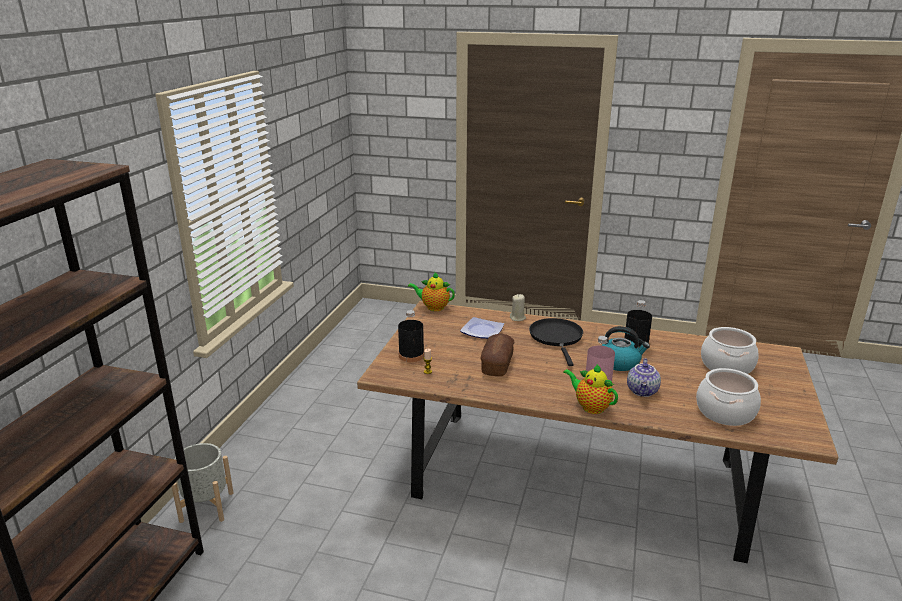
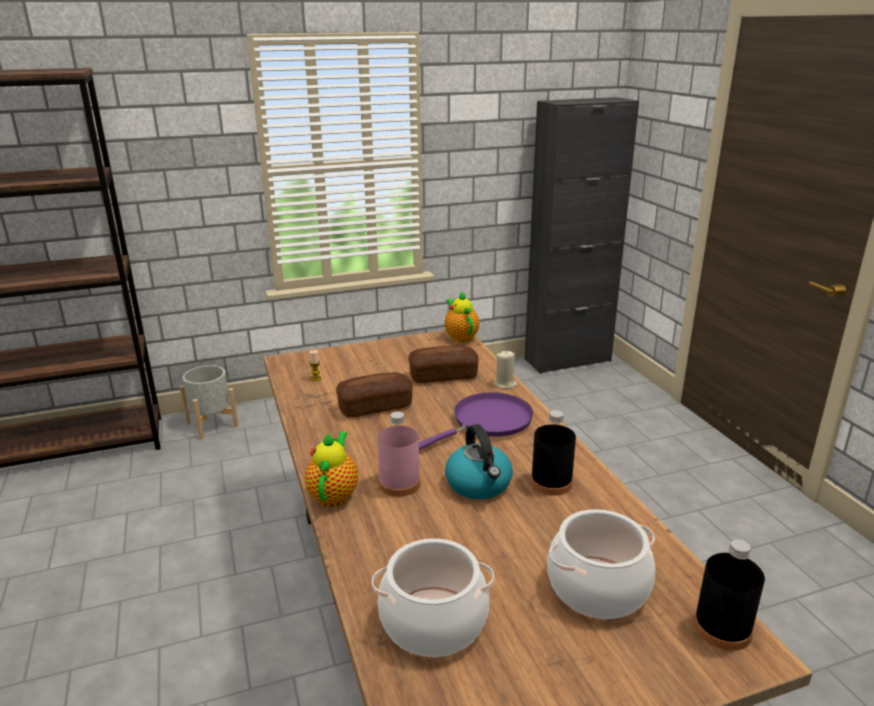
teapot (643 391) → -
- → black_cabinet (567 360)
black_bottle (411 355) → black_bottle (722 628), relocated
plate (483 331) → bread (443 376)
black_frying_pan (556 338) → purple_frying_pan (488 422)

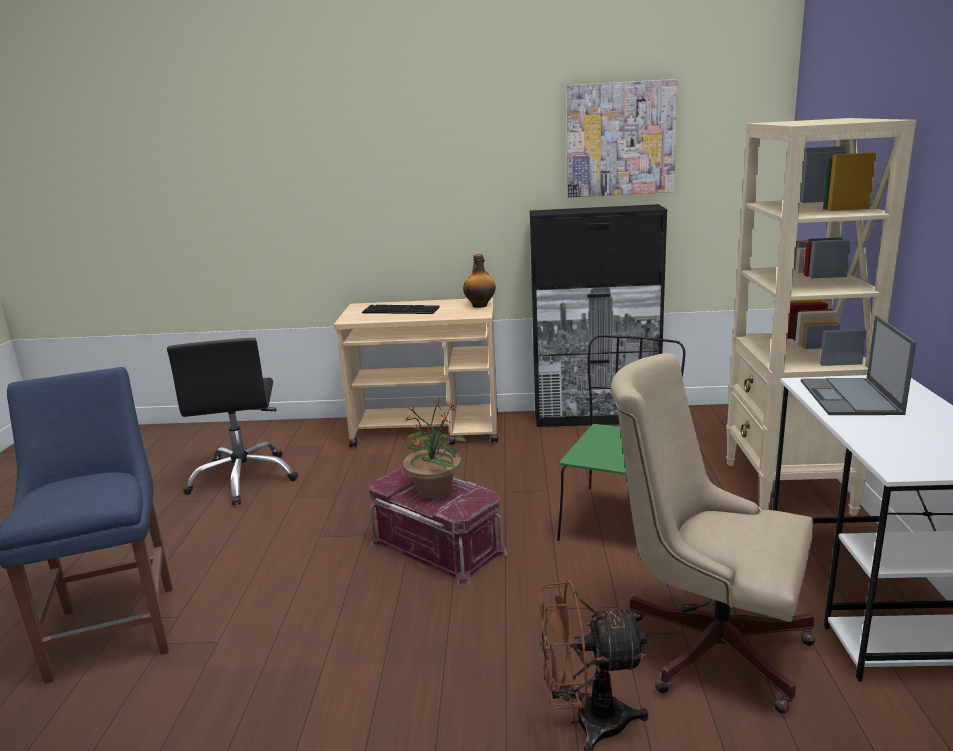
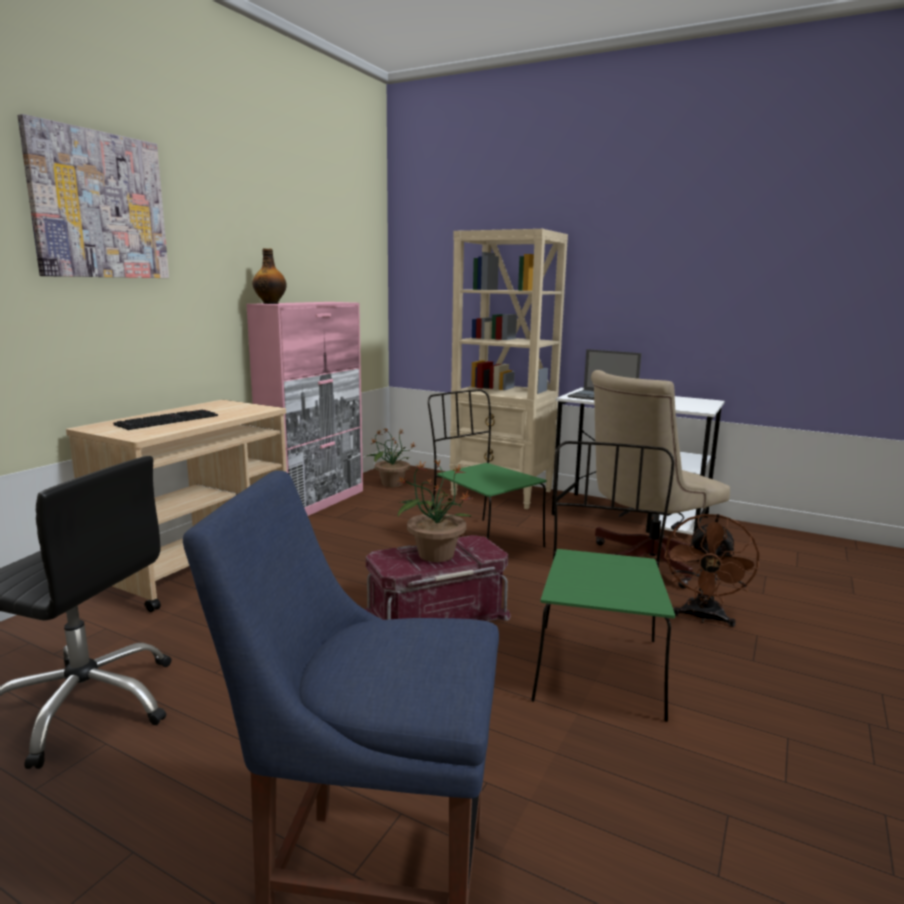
- → potted_plant (391 483)
- → green_chair (597 667)
bottle (480 305) → bottle (271 303), relocated
picture (620 139) → picture (99 206), relocated
black_cabinet (596 417) → pink_cabinet (315 503)

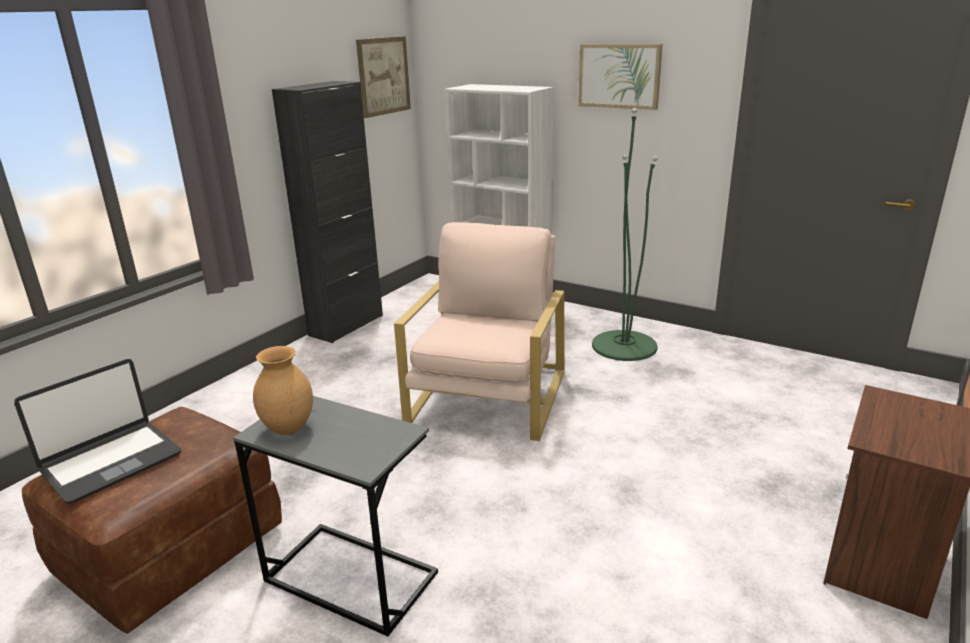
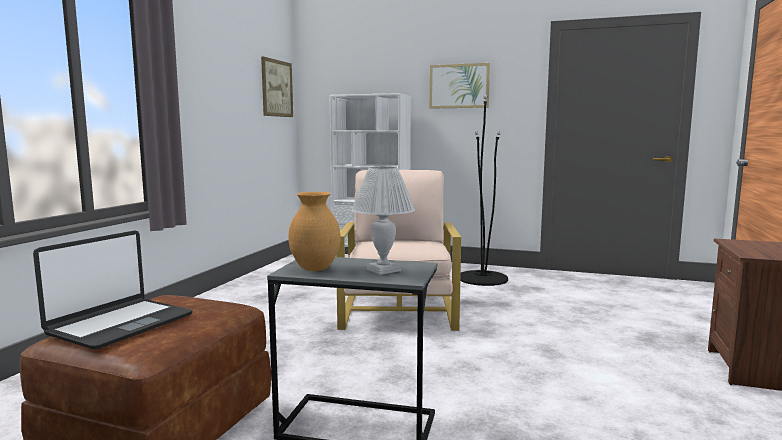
black_cabinet (346 325) → -
- → white_table_lamp (384 270)
green_floor_lamp (624 346) → black_floor_lamp (482 278)

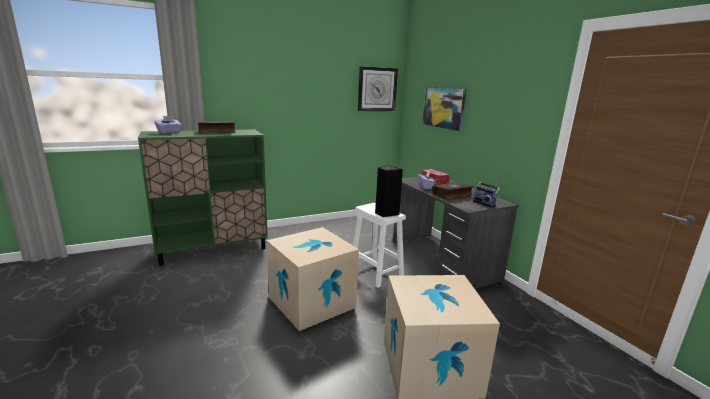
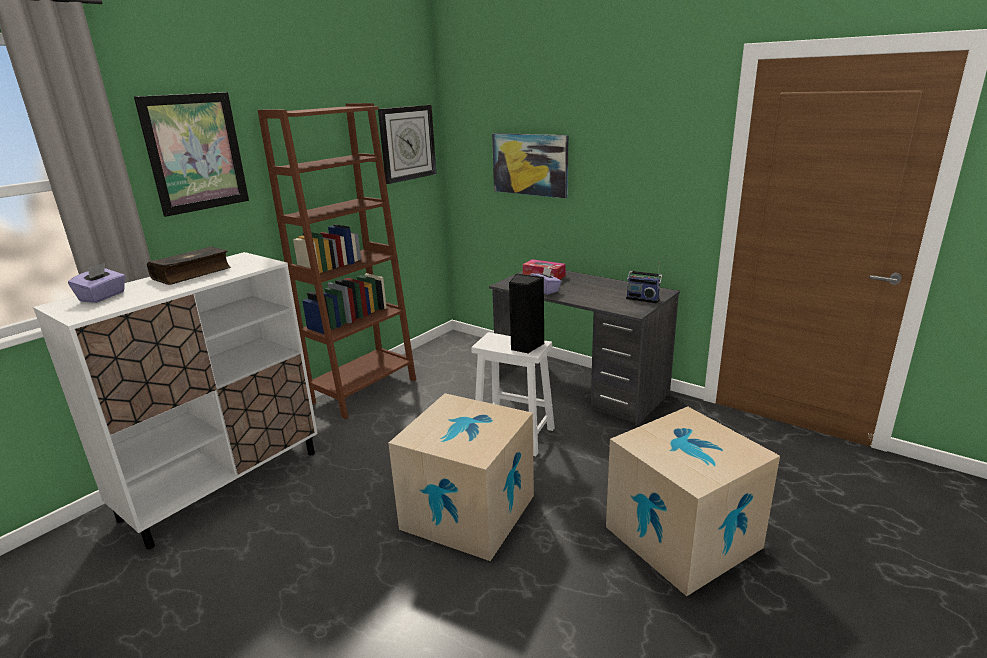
book (452 195) → -
- → picture (195 153)
- → brown_bookcase (364 391)
green_cabinet (214 249) → white_cabinet (224 484)

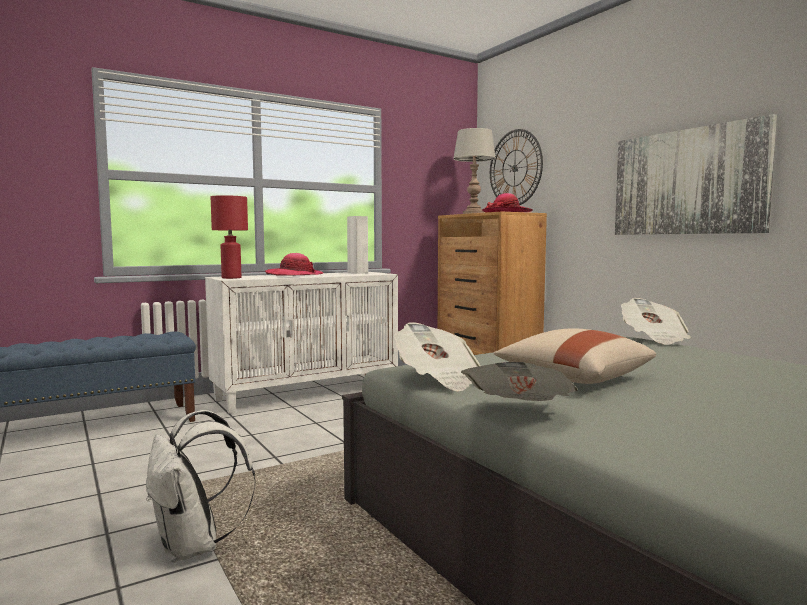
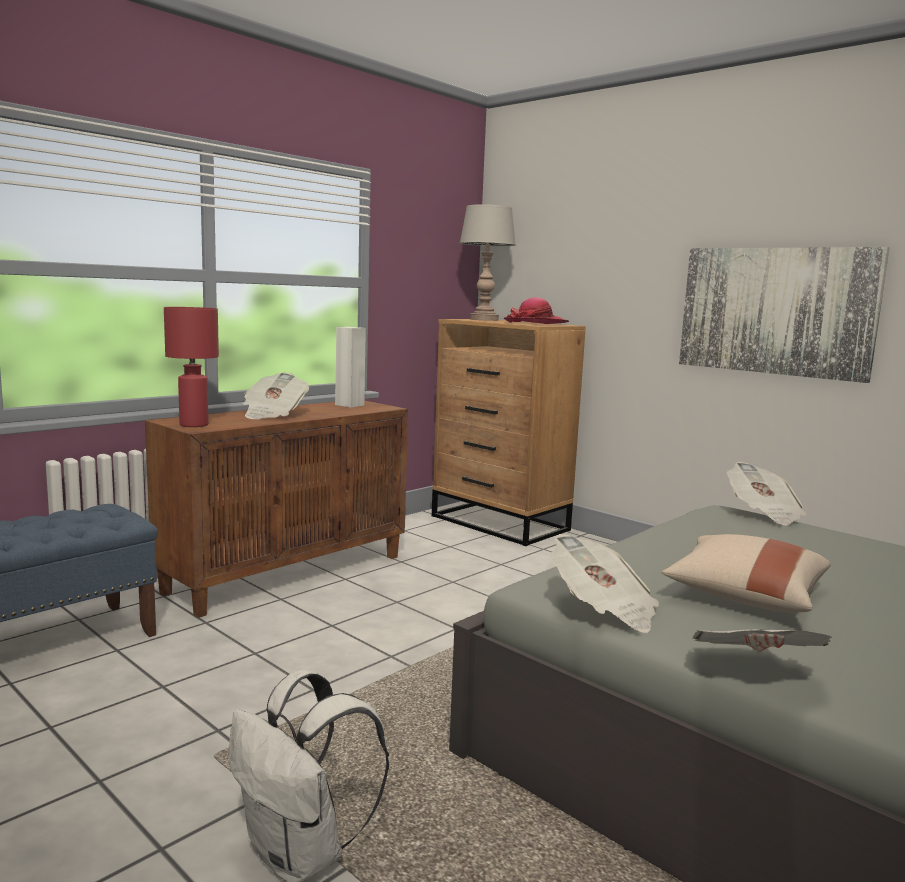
wall_clock (515 168) → -
hat (294 275) → newspaper (273 414)
white_cabinet (308 393) → brown_cabinet (288 573)

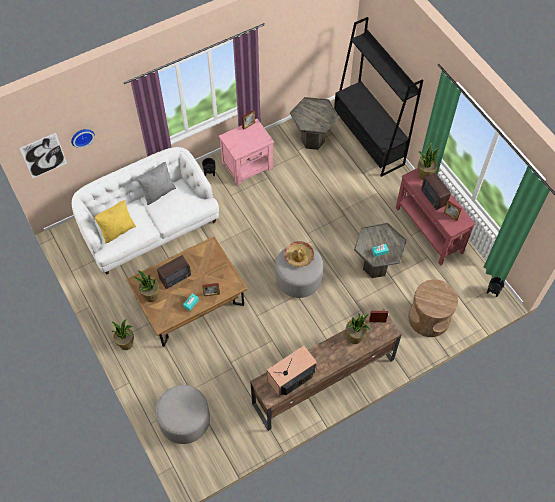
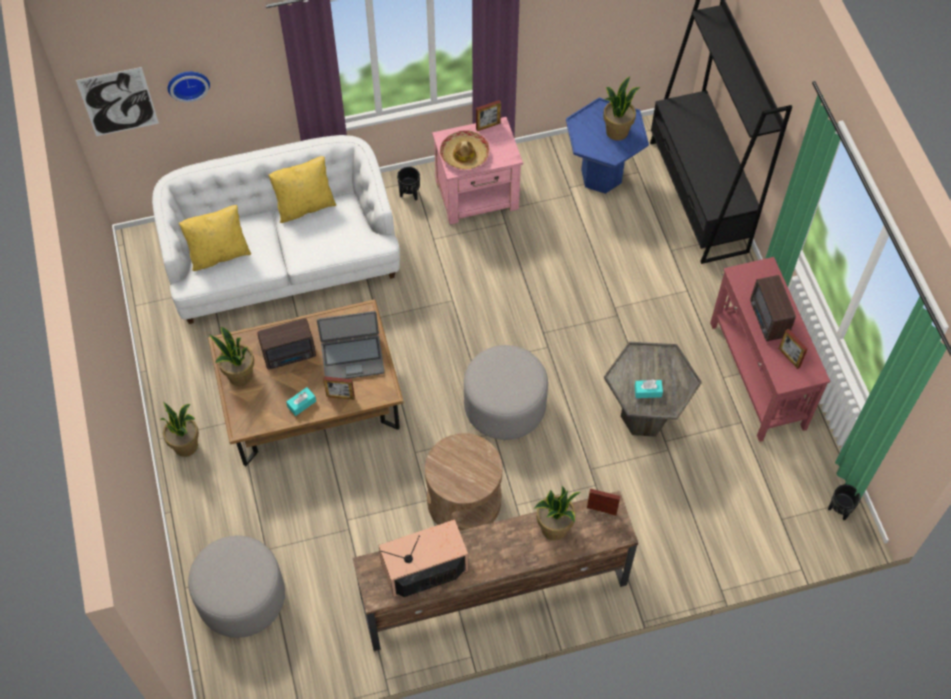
- → laptop (352 357)
hat (299 256) → hat (464 154), relocated
brown_side_table (429 318) → brown_side_table (464 501), relocated
potted_plant (424 175) → potted_plant (616 131), relocated
grey_pillow (158 192) → yellow_pillow (305 206)
grey_side_table (313 140) → blue_side_table (601 176)

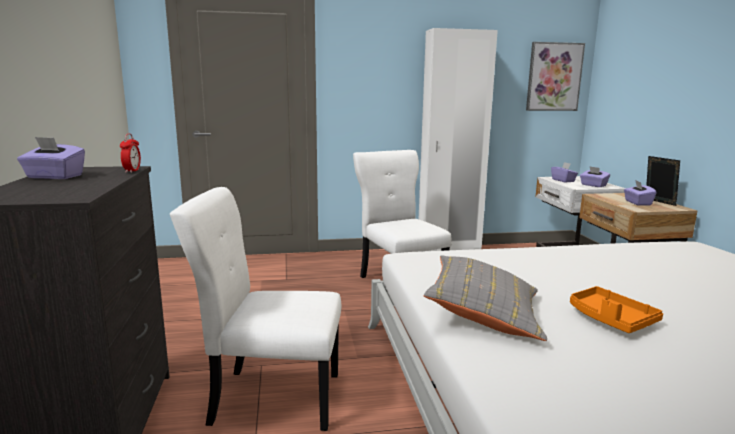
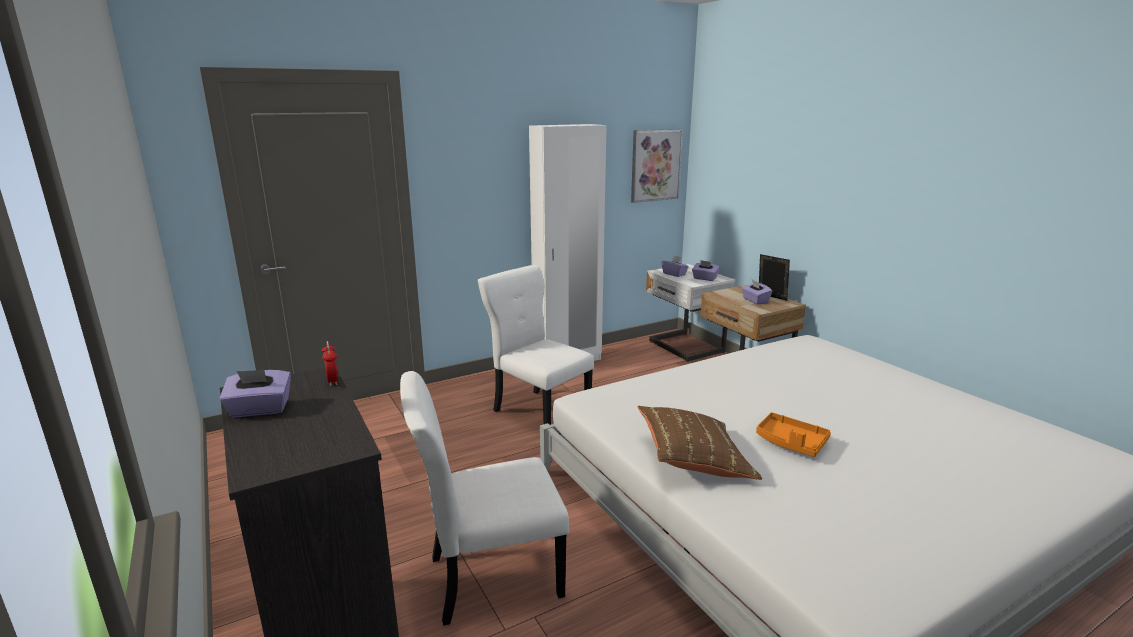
grey_pillow (483 315) → brown_pillow (693 460)

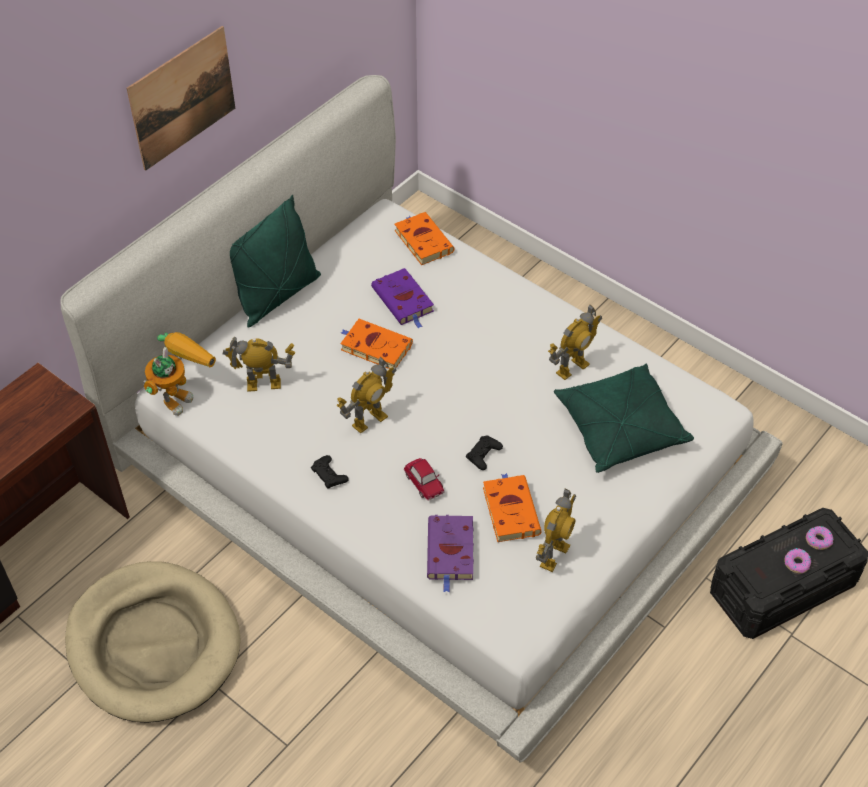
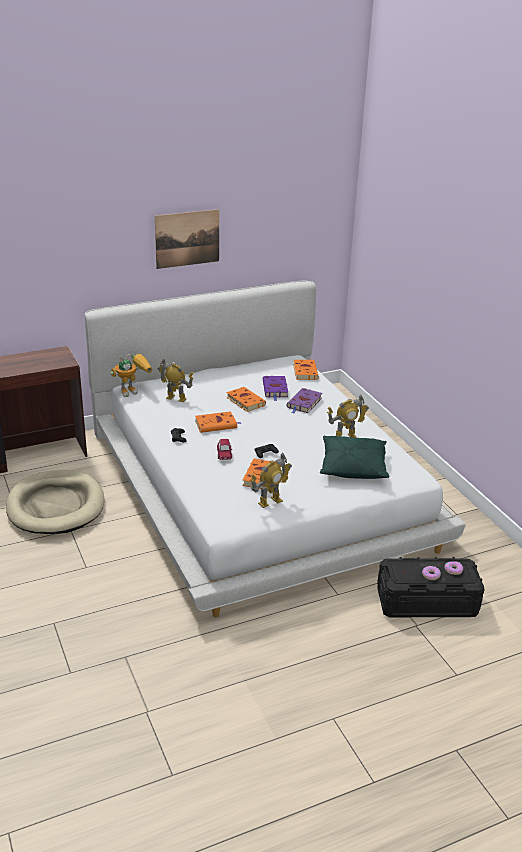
green_pillow (277 295) → -
purple_book (451 552) → purple_book (304 403), relocated
toy_robot (369 420) → orange_book (217 424)

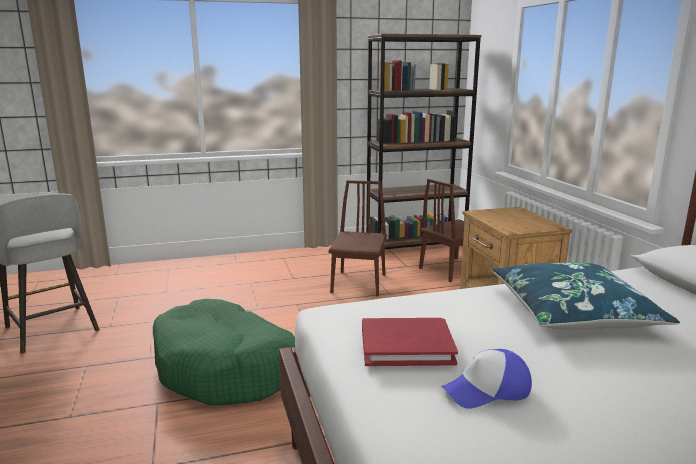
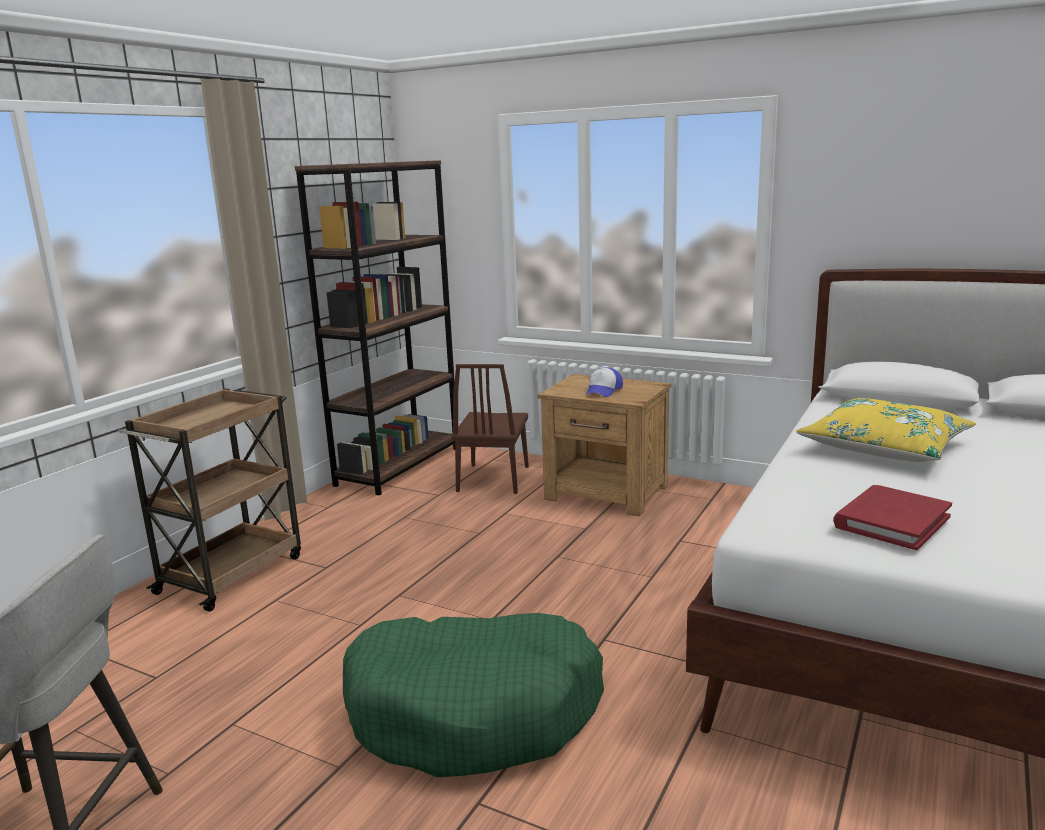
brown_chair (358 283) → -
- → brown_cart (232 573)
cap (487 390) → cap (603 391), relocated
blue_pillow (573 312) → yellow_pillow (884 447)

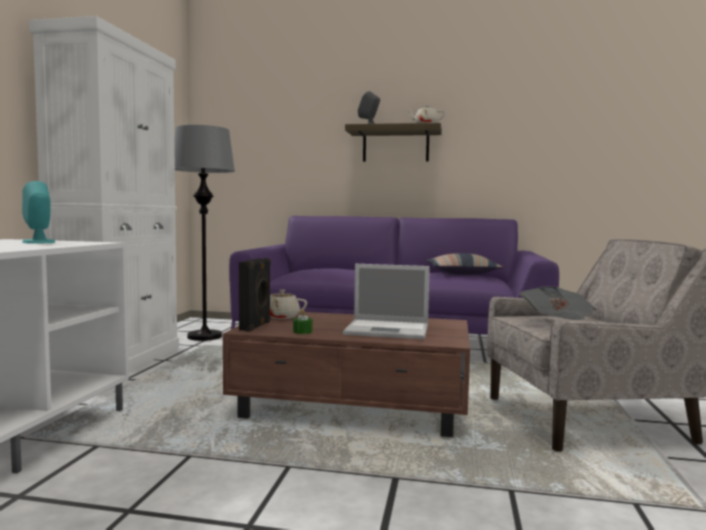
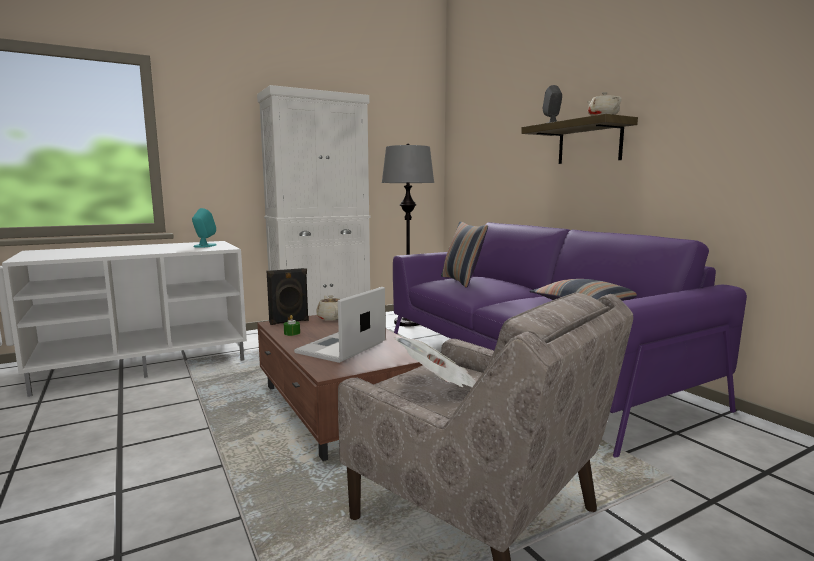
- → pillow (461 281)
laptop (389 330) → laptop (340 348), 60 degrees clockwise

